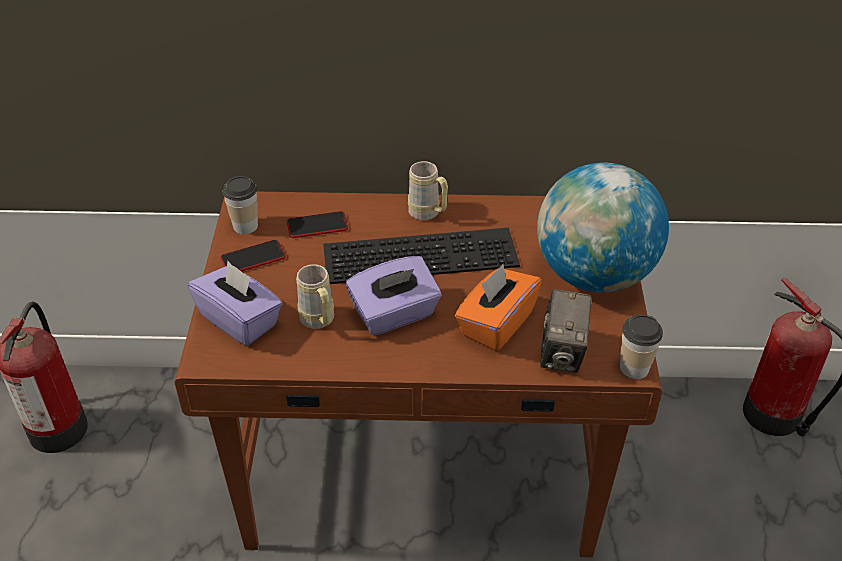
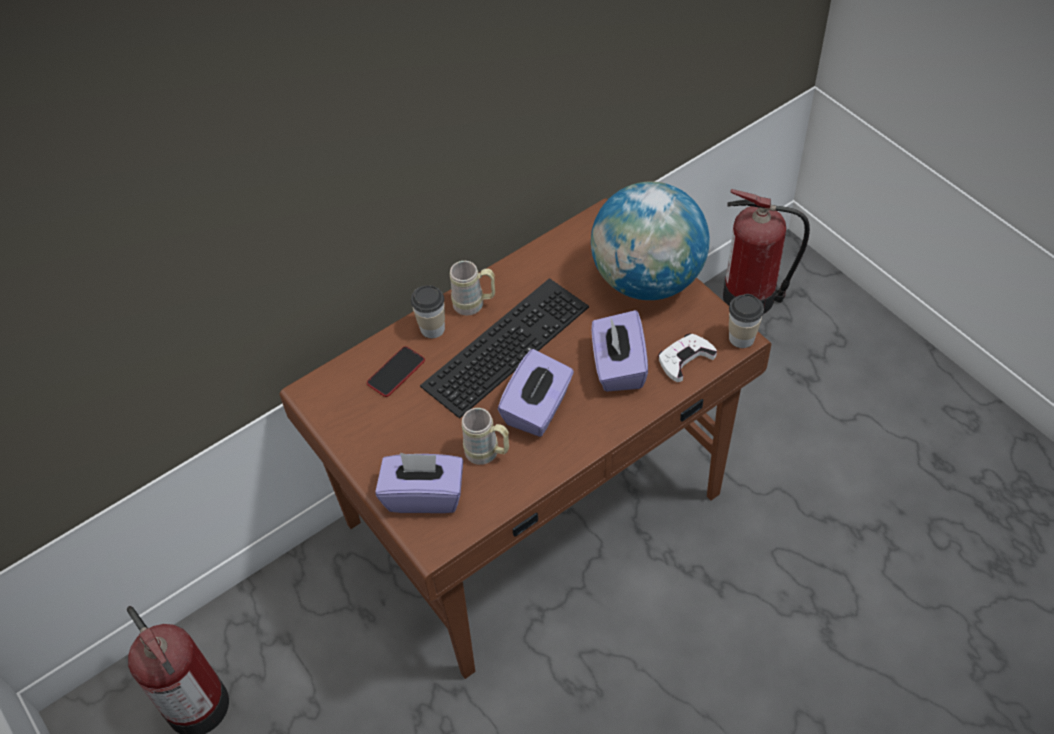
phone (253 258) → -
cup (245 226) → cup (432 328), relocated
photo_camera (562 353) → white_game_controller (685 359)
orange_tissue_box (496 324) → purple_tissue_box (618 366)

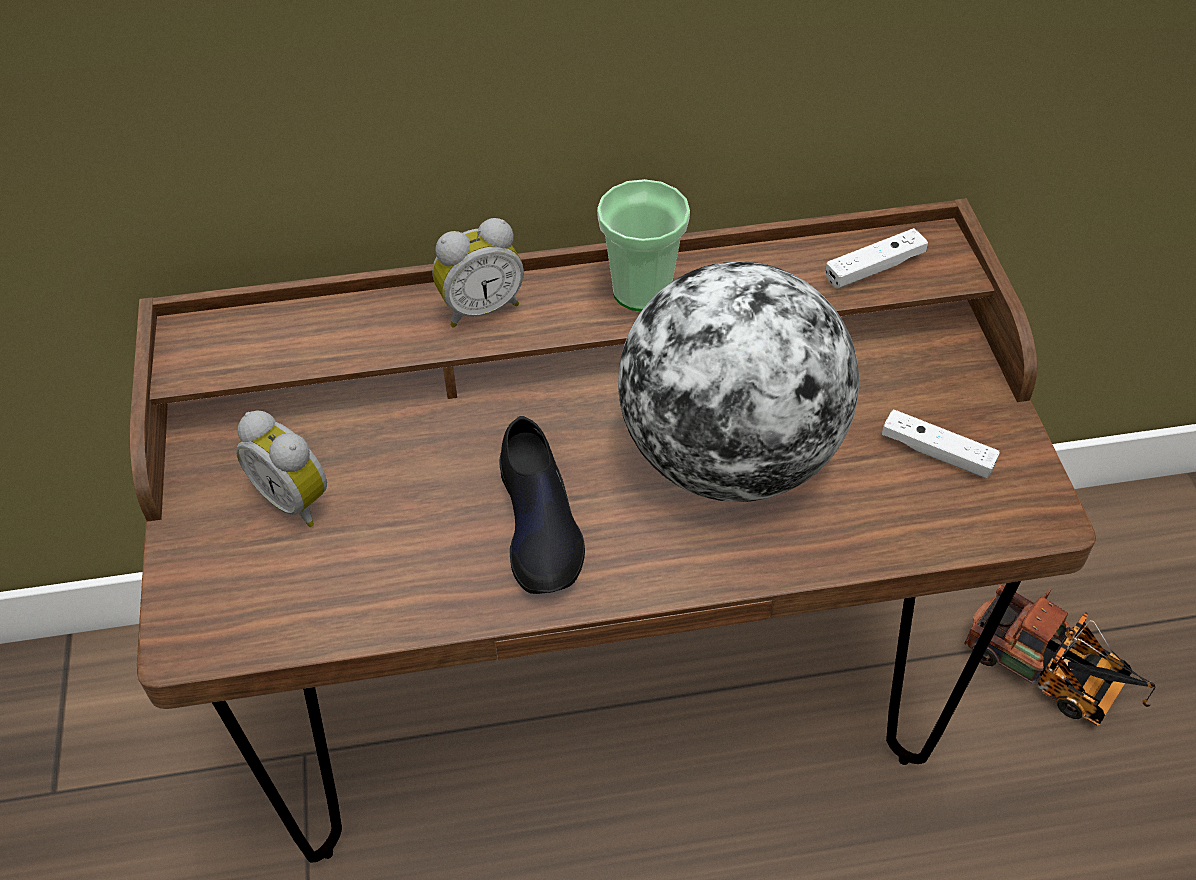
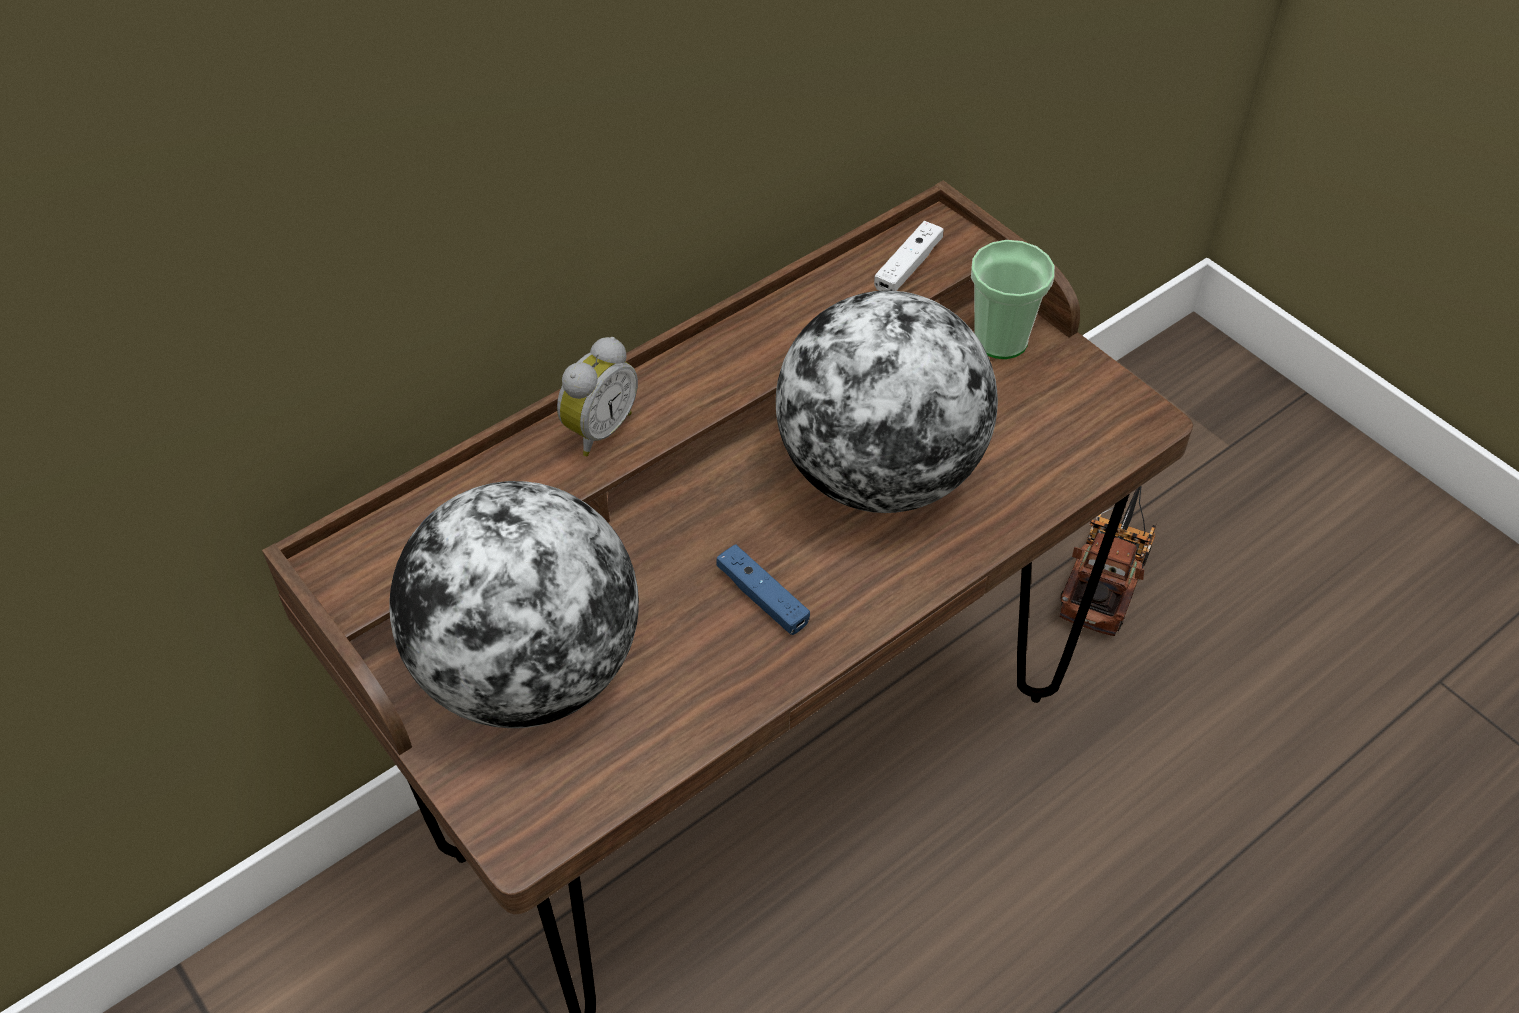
white_game_controller (937 453) → -
cup (642 291) → cup (1000 340), relocated
alarm_clock (297 498) → globe (529 671)
black_shoe (539 524) → blue_game_controller (762 597)
toy_truck (1051 675) → toy_truck (1108 574), 75 degrees counterclockwise

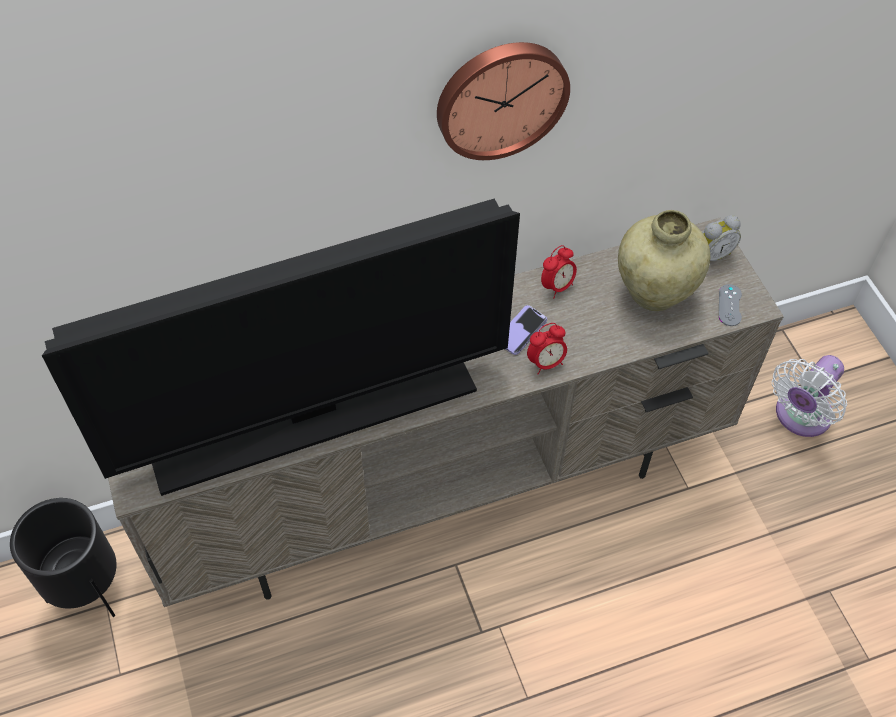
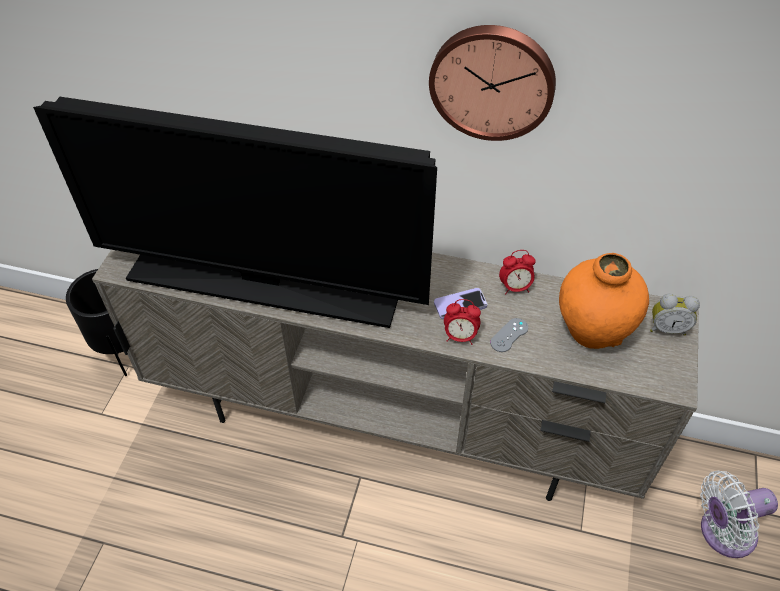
grey_game_controller (730 305) → grey_game_controller (509 335), relocated
beige_vase (654 293) → orange_vase (592 331)

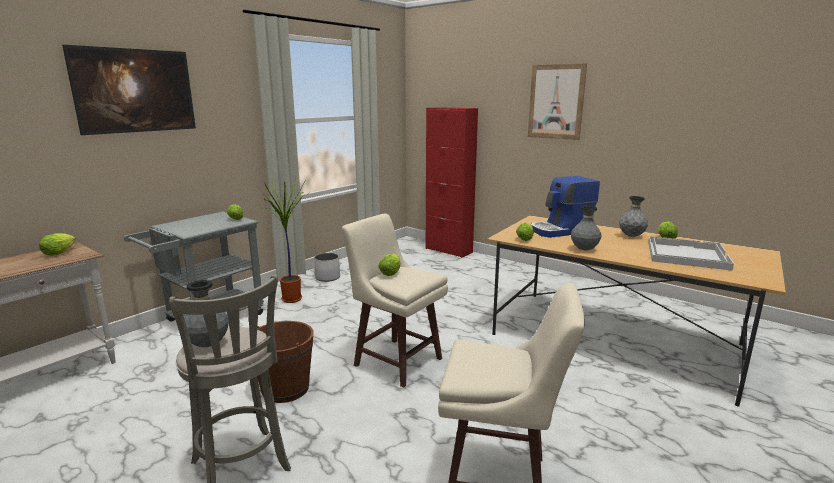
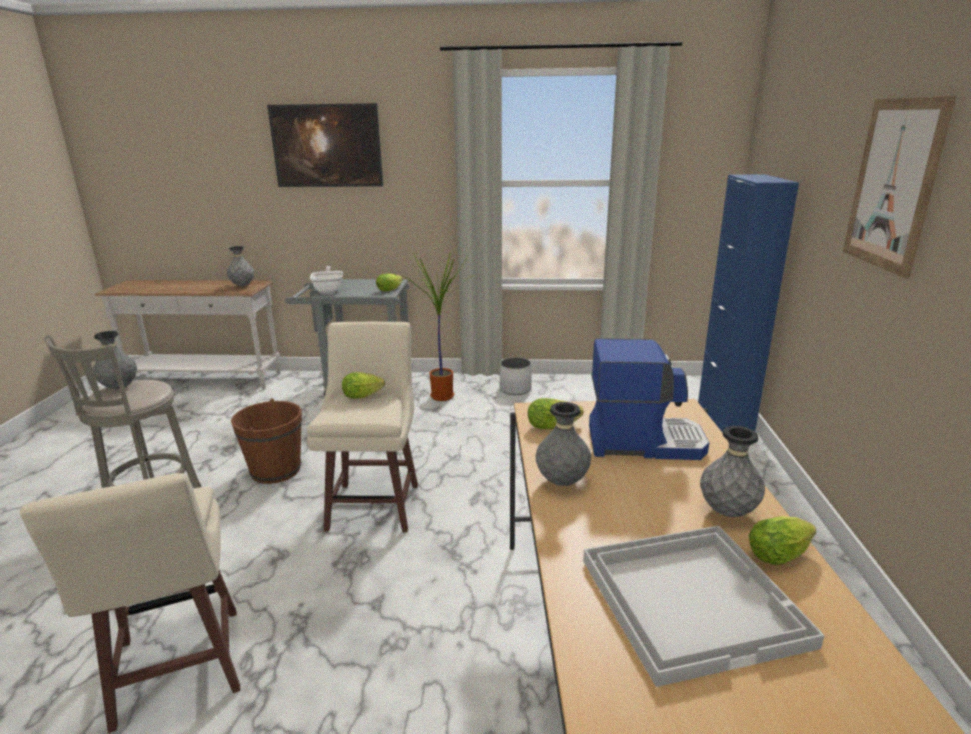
- → frying_pan (329 289)
lettuce (60 252) → grey_vase (242 285)
red_cabinet (448 250) → blue_cabinet (724 419)
coffee_machine (561 231) → coffee_machine (644 441), 150 degrees clockwise

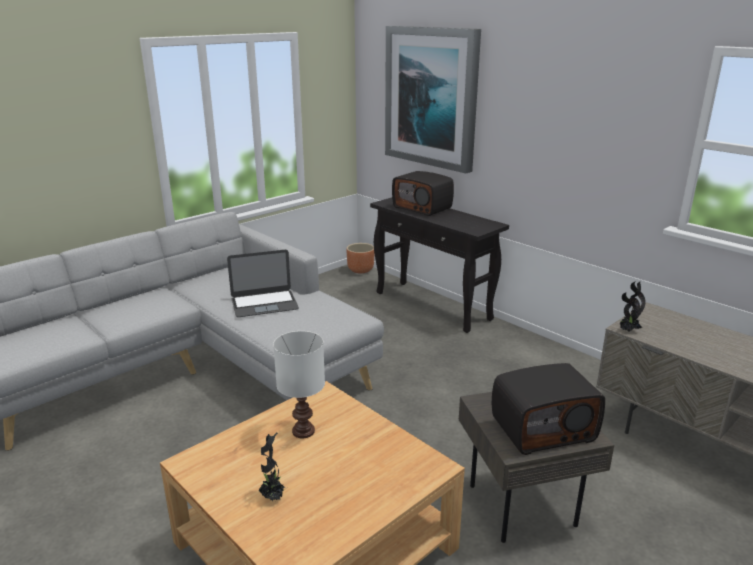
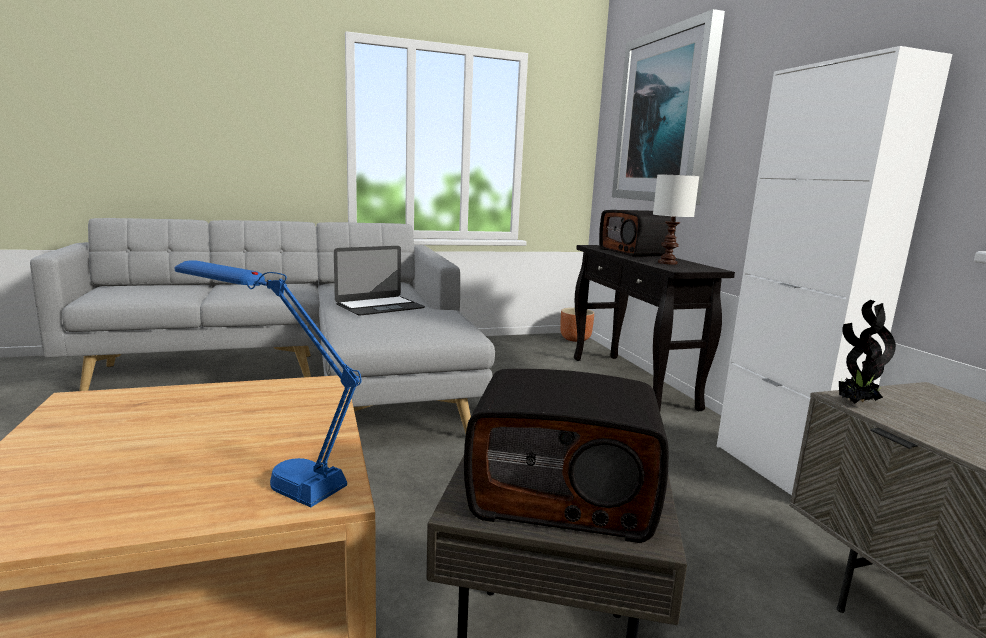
potted_plant (273 497) → -
- → blue_table_lamp (271 471)
- → white_cabinet (779 471)
white_table_lamp (303 430) → white_table_lamp (667 262), relocated
laptop (264 303) → laptop (380 306), 45 degrees counterclockwise

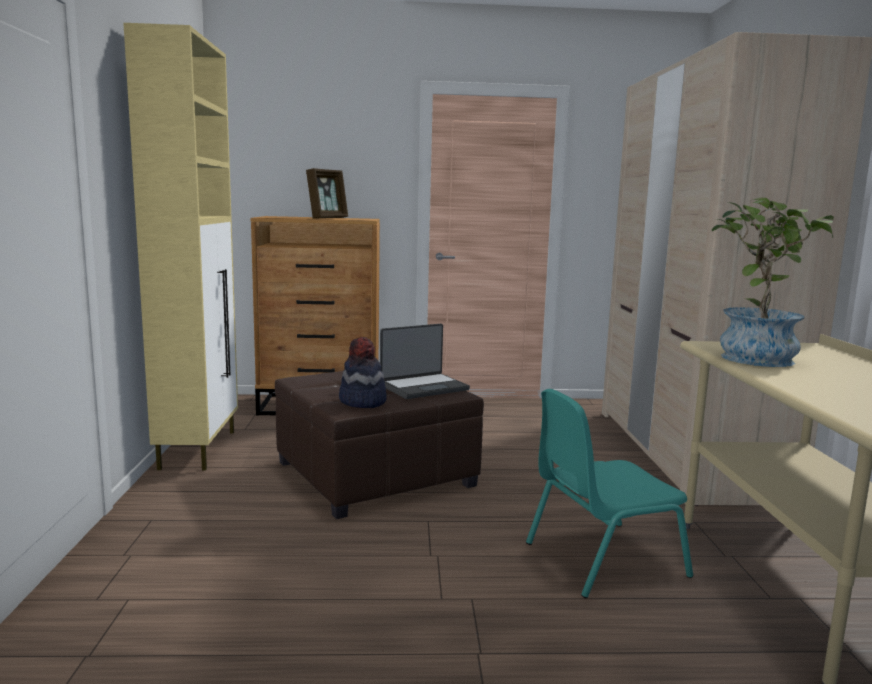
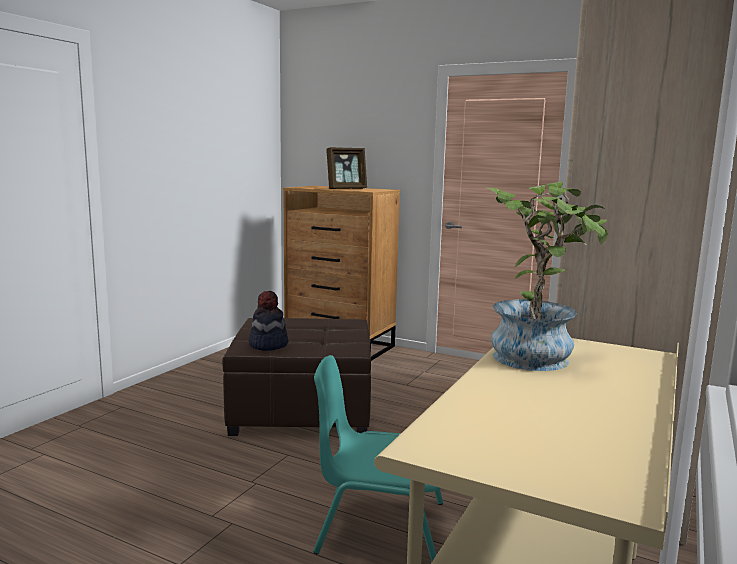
beige_cabinet (199 449) → -
laptop (423 387) → -

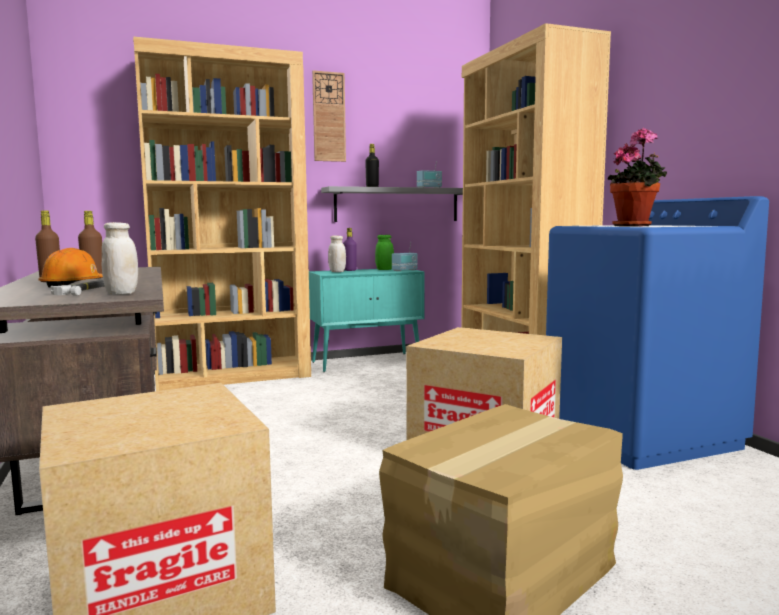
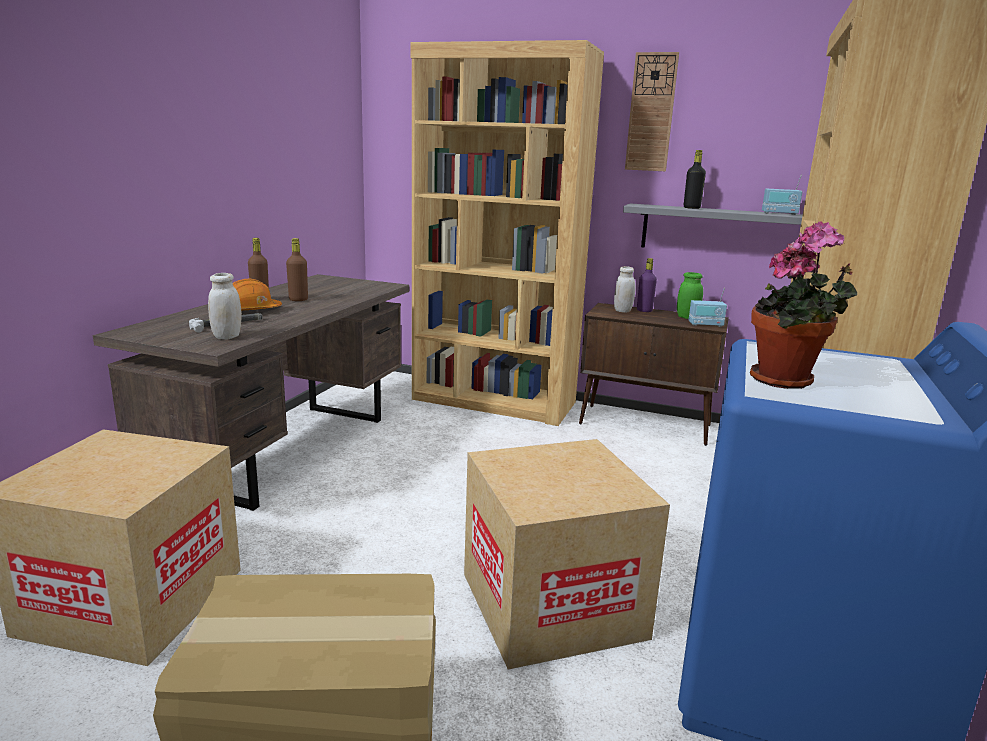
turquoise_cabinet (367 362) → brown_cabinet (646 425)

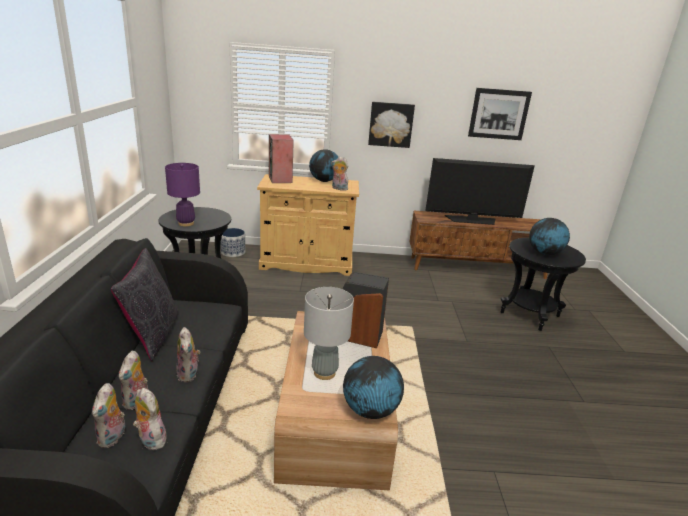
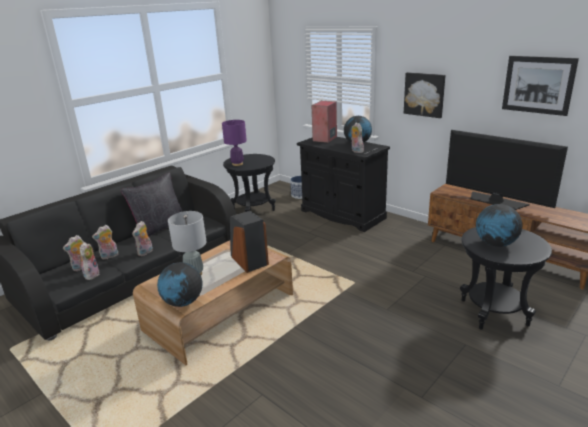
beige_cabinet (307 263) → black_cabinet (342 214)

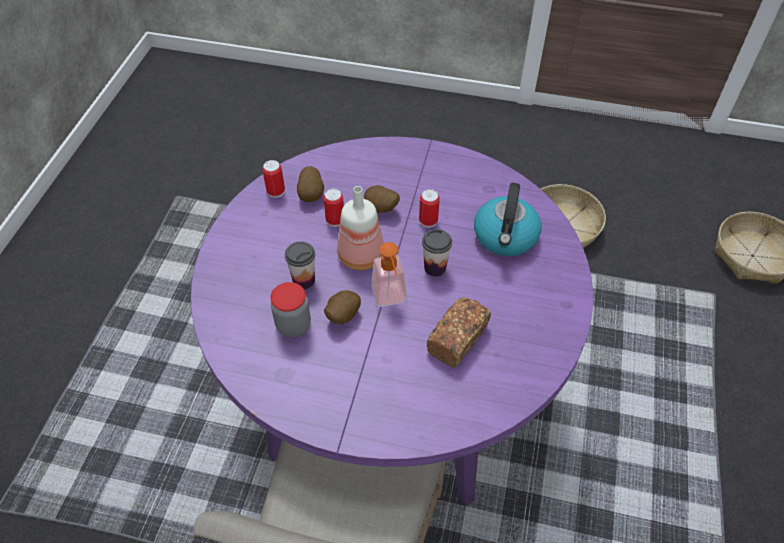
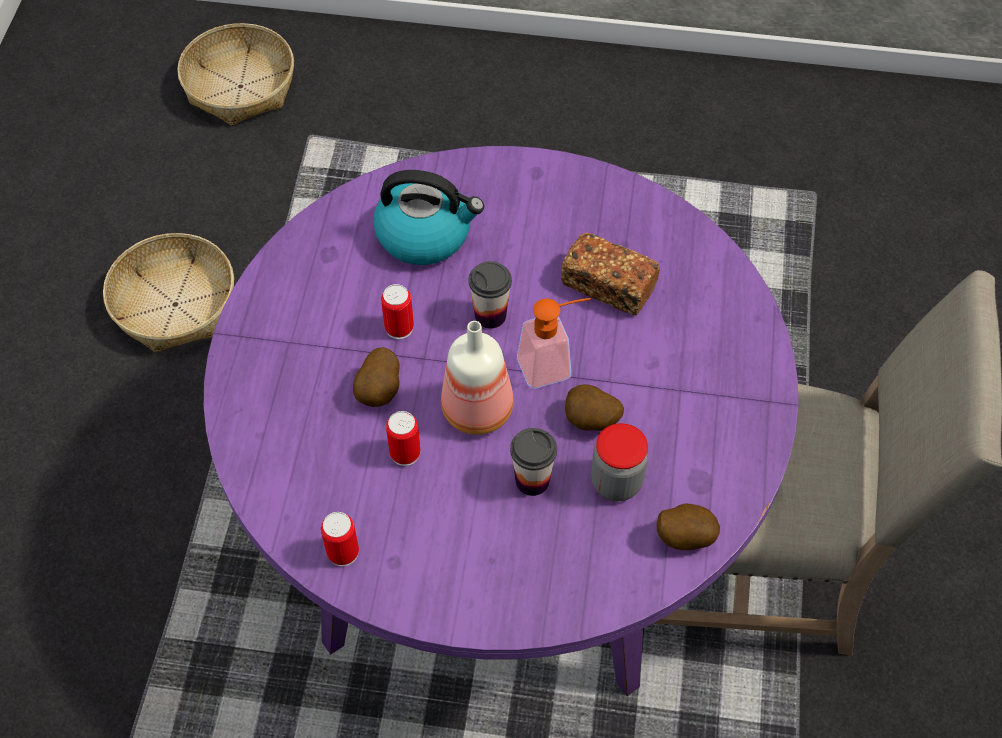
potato (312 195) → potato (684 536), relocated

